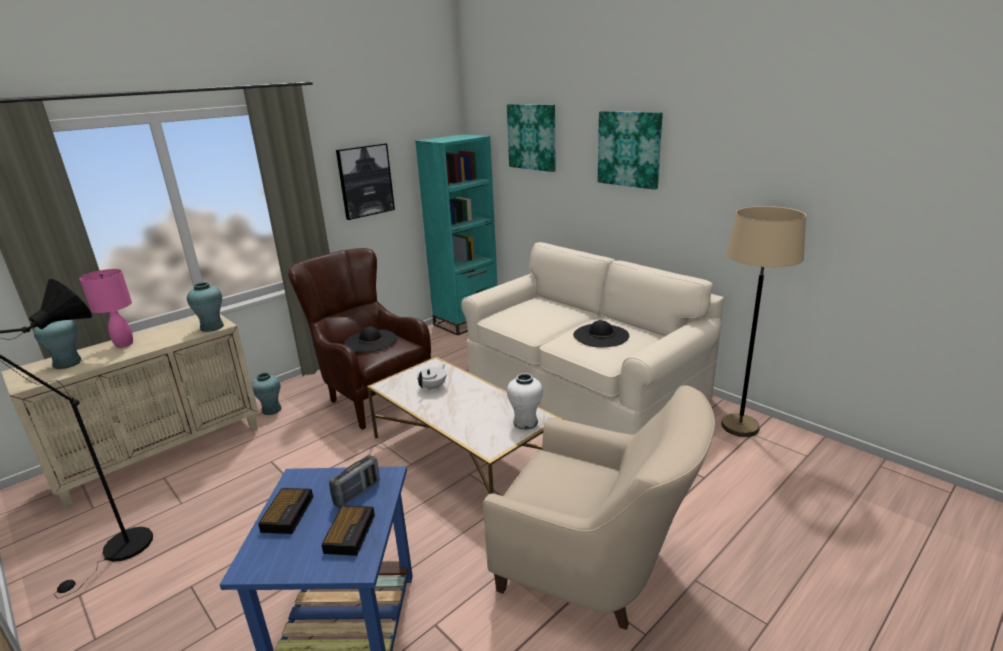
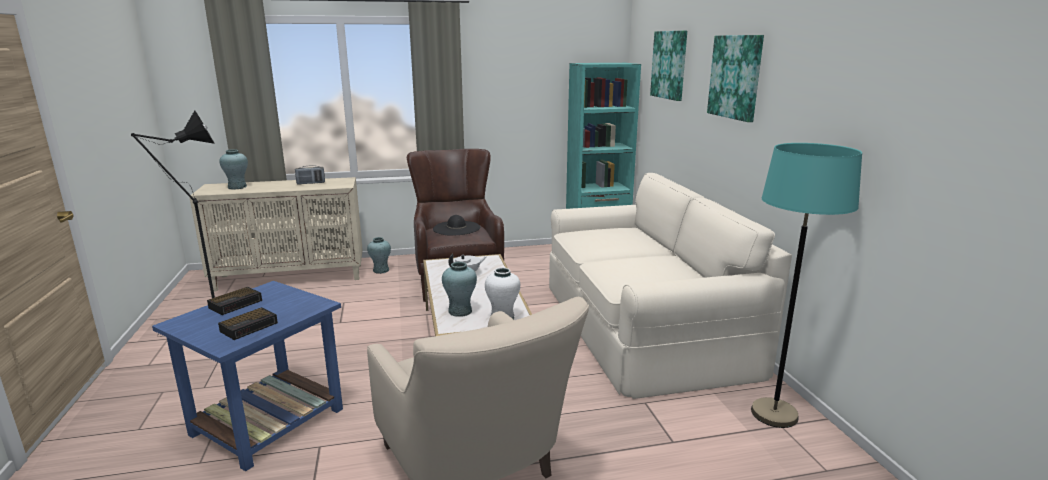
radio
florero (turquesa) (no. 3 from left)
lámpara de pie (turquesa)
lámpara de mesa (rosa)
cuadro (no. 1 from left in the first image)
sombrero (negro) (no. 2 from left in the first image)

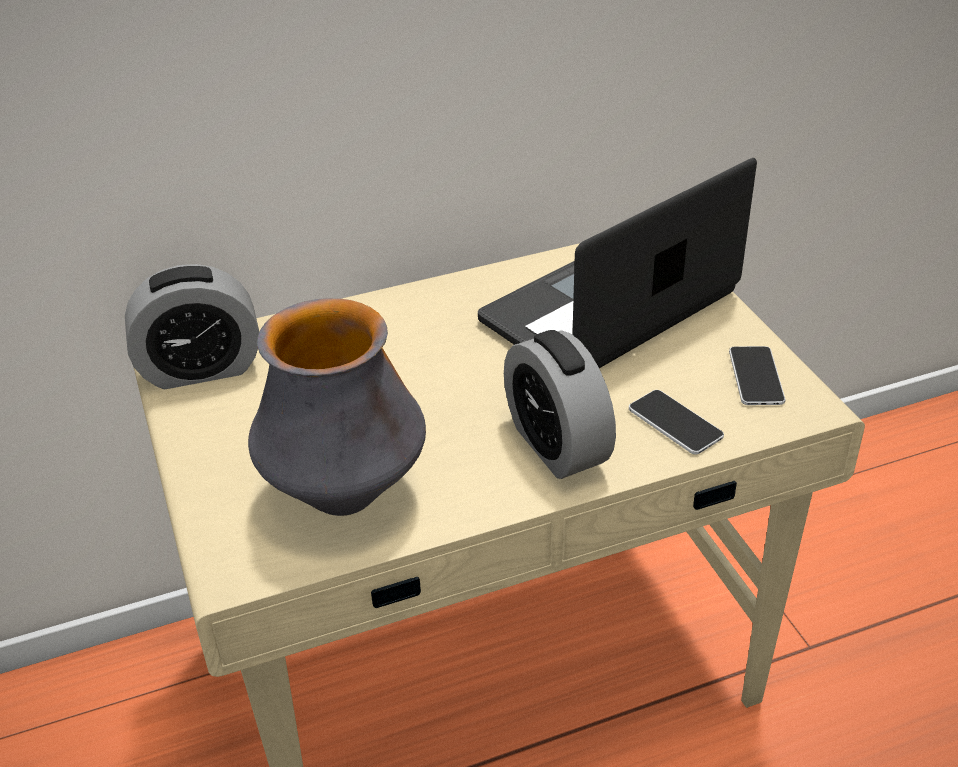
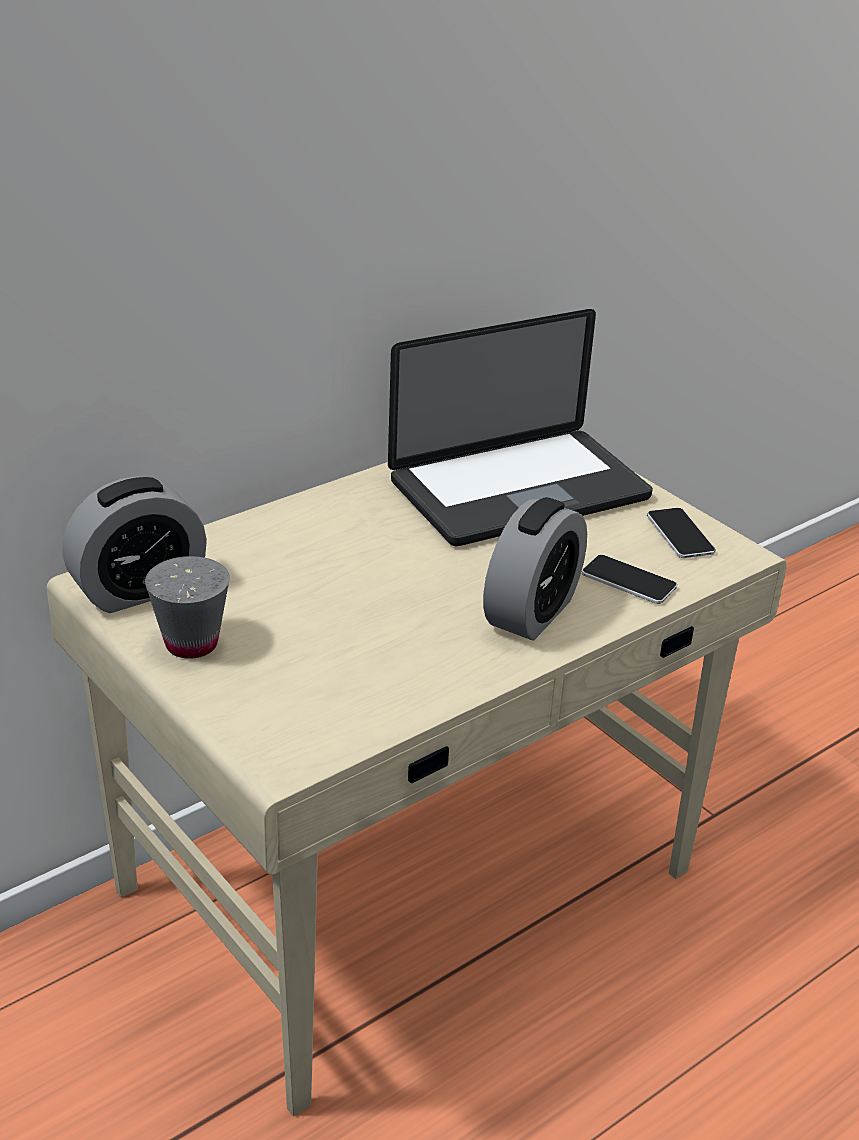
taza (gris)
portátil
despertador (no. 2 from left)
florero

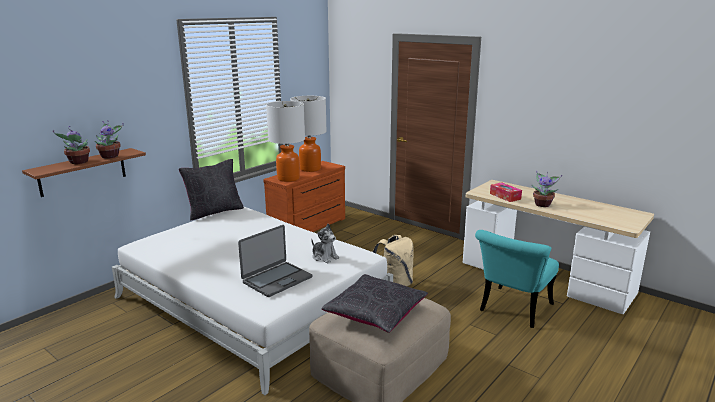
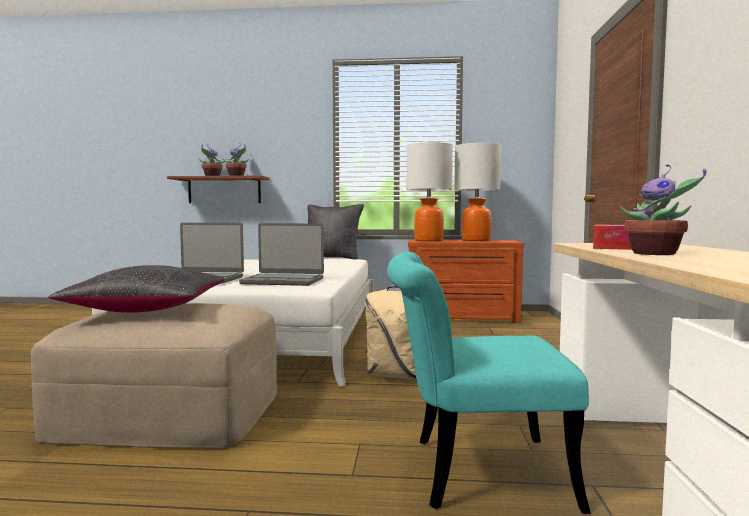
portátil (no. 2 from left)

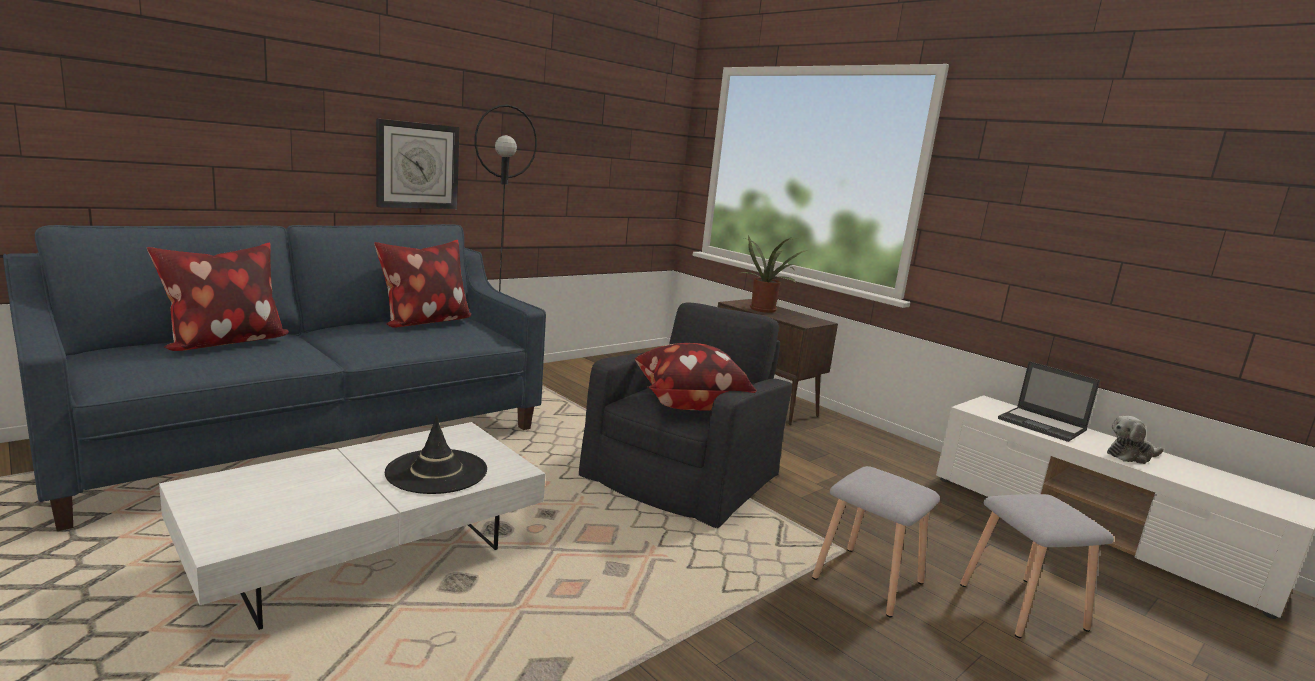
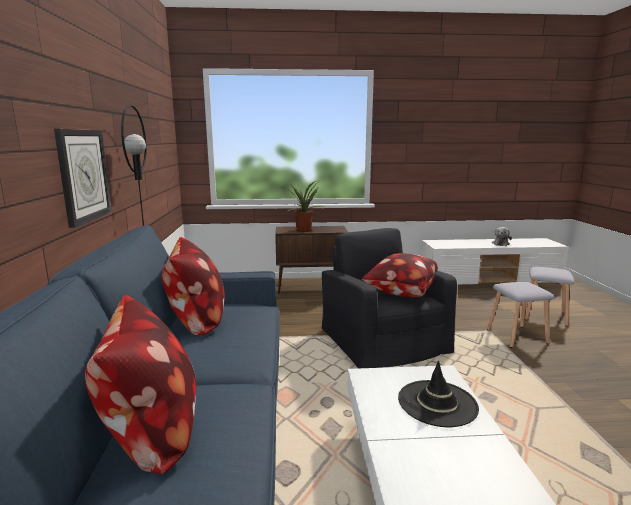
portátil

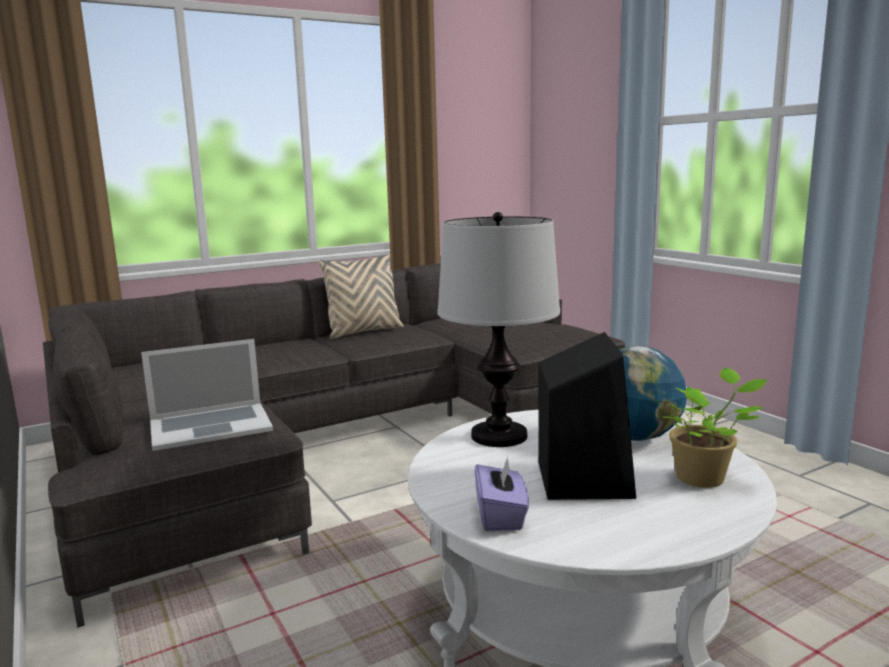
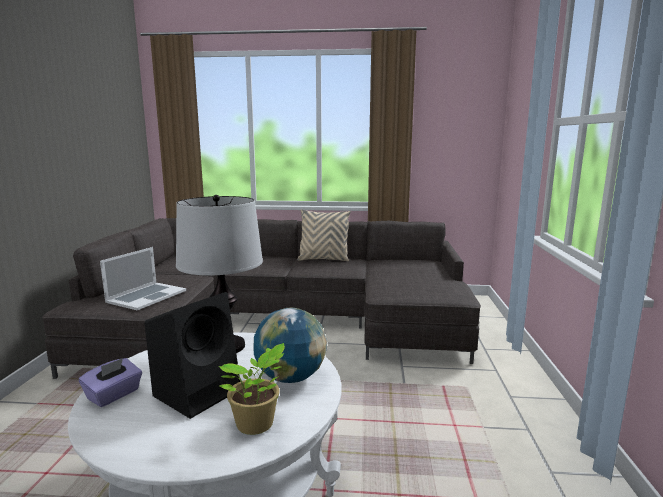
portátil

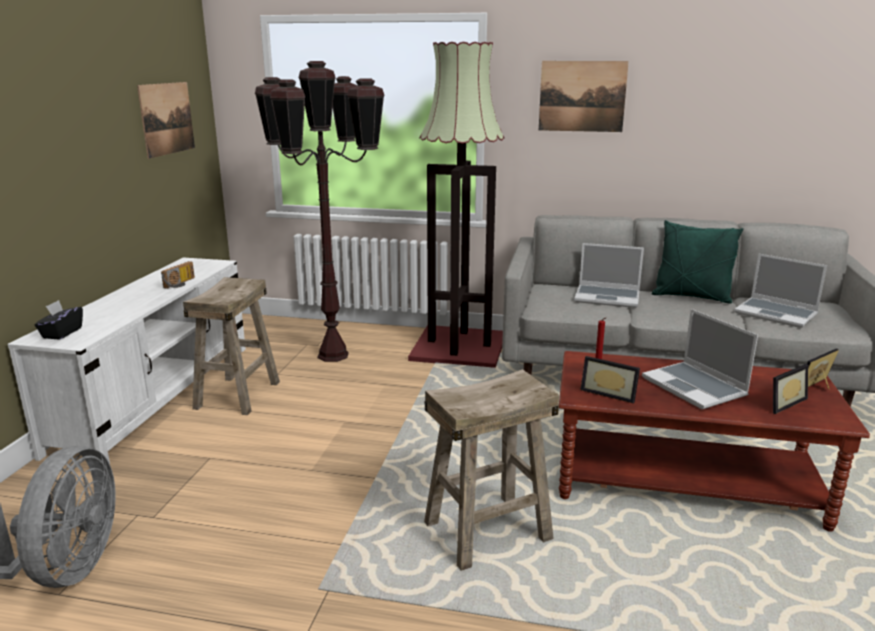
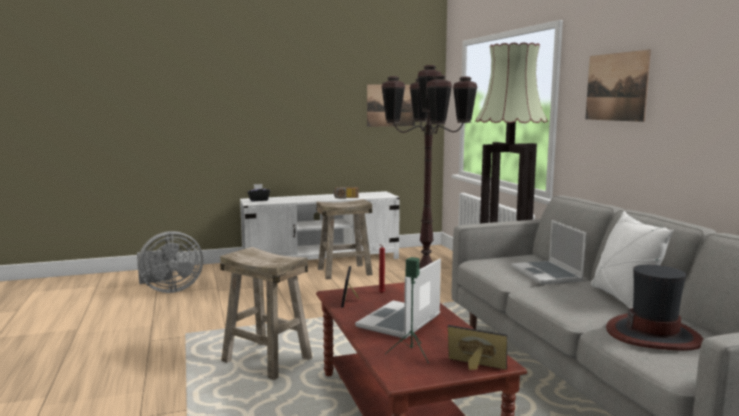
altavoz (verde)
cojín (blanco)
sombrero

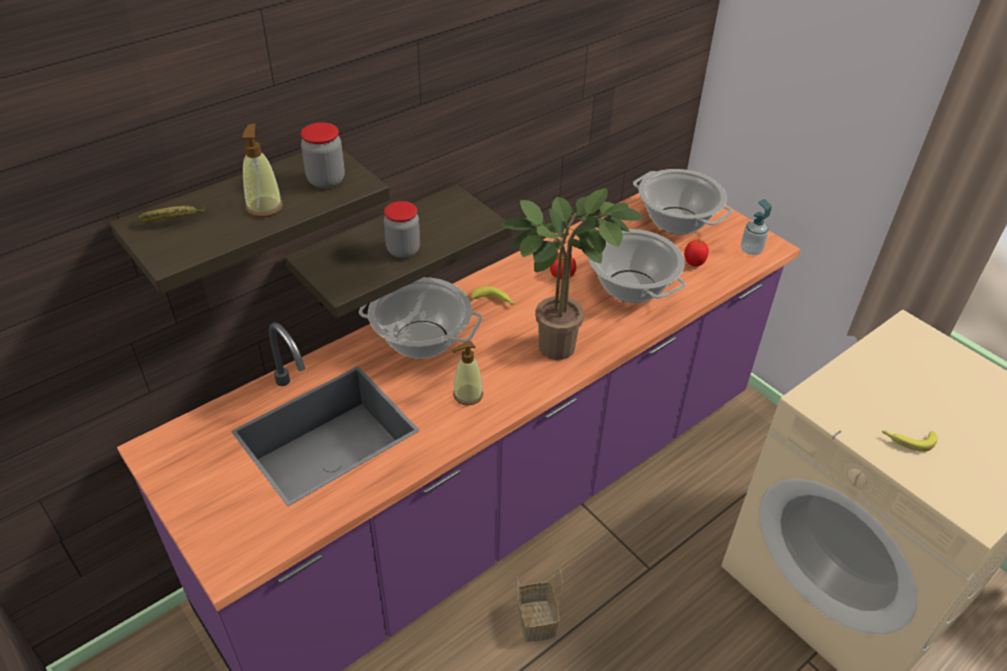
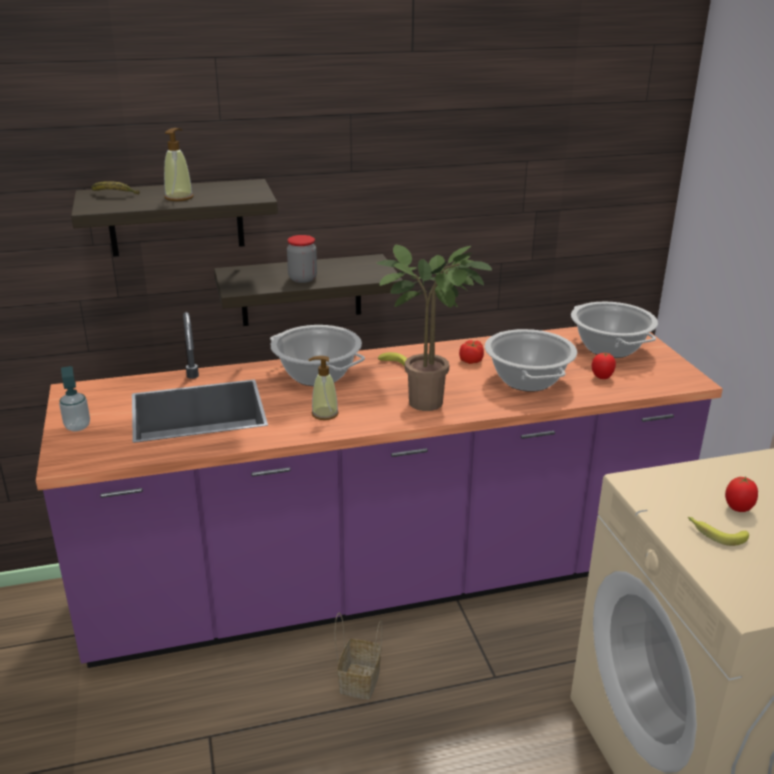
dispensador de jabón (no. 1 from left)
tomate (no. 3 from left)
tarro (no. 1 from left in the first image)

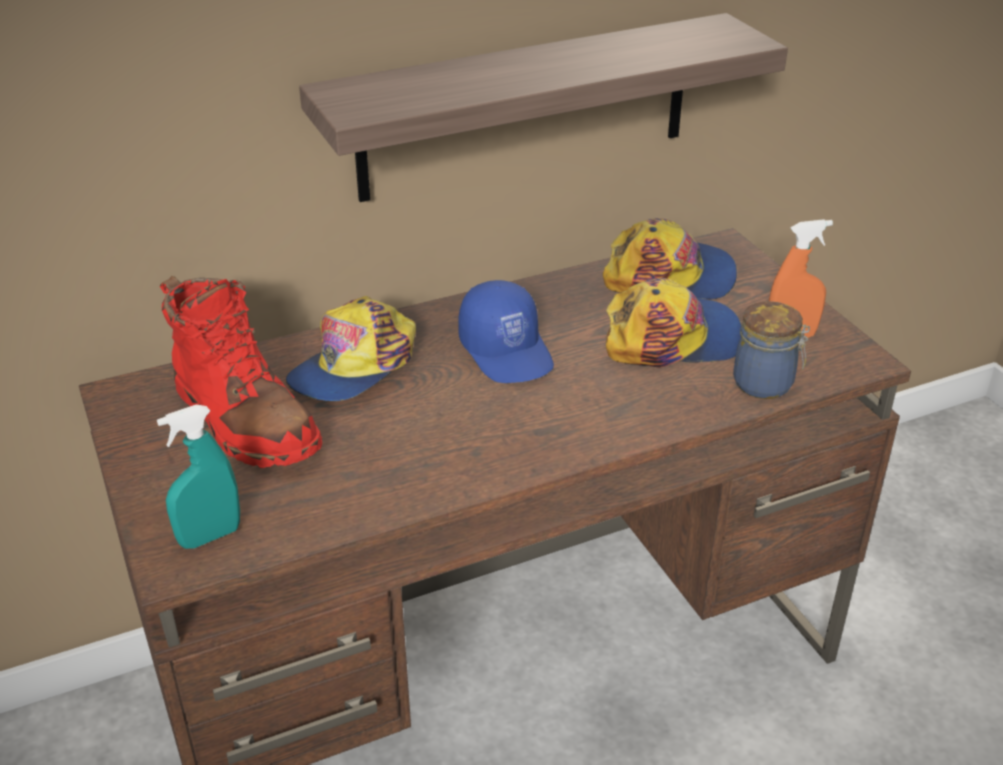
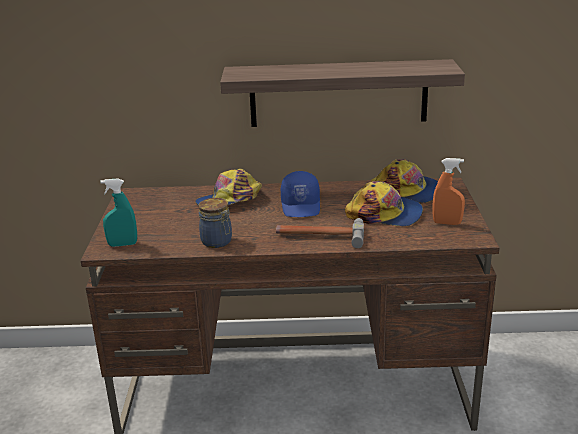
tarro
martillo
bota (rojo)

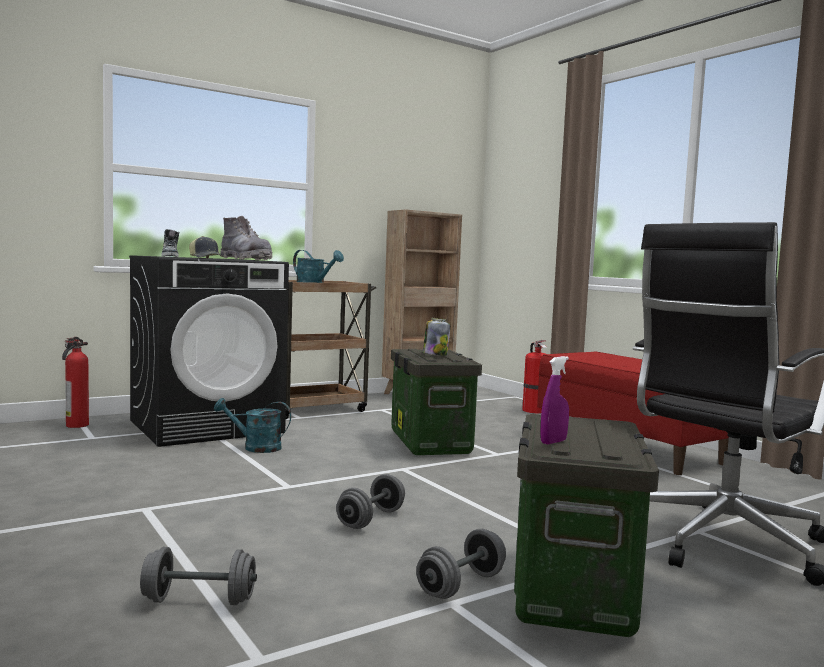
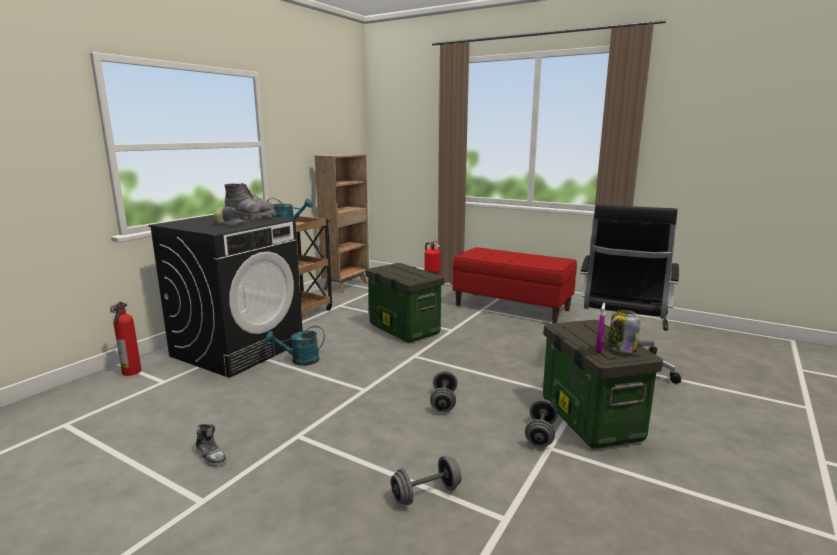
zapato
tarro

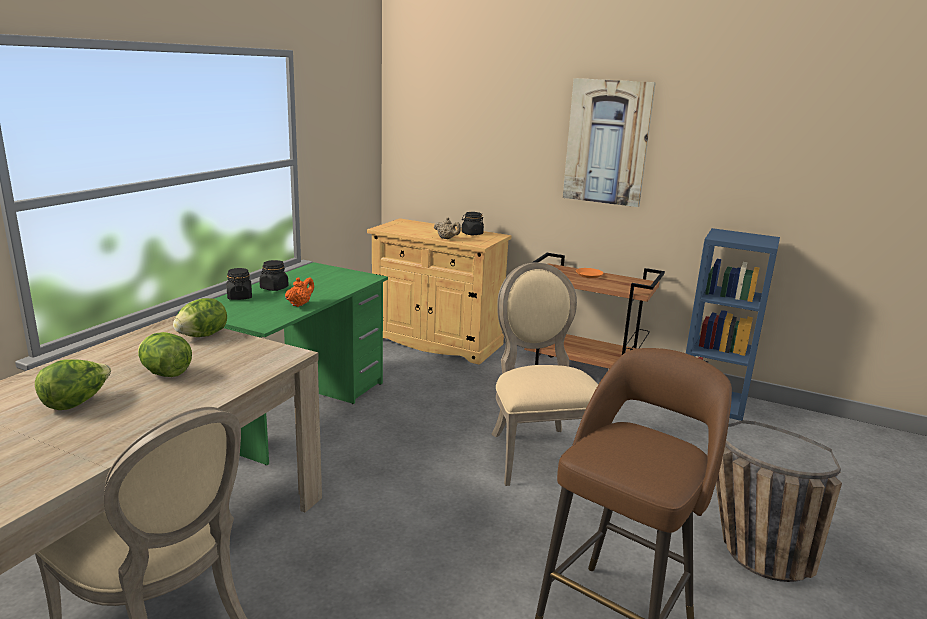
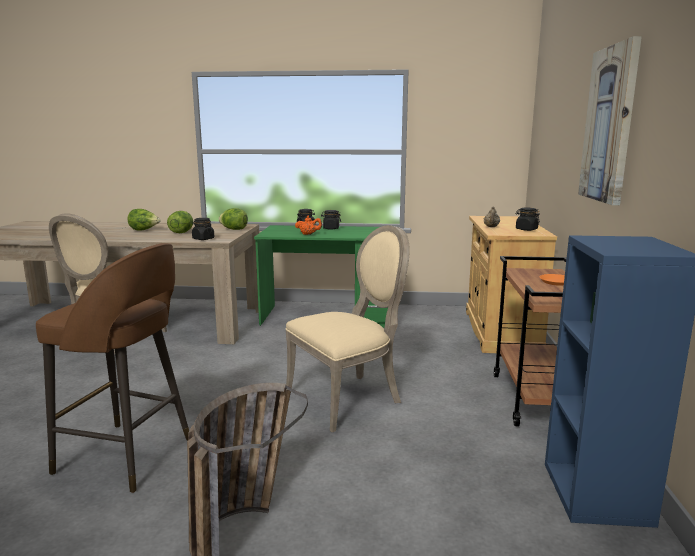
tarro (negro) (no. 1 from left)

